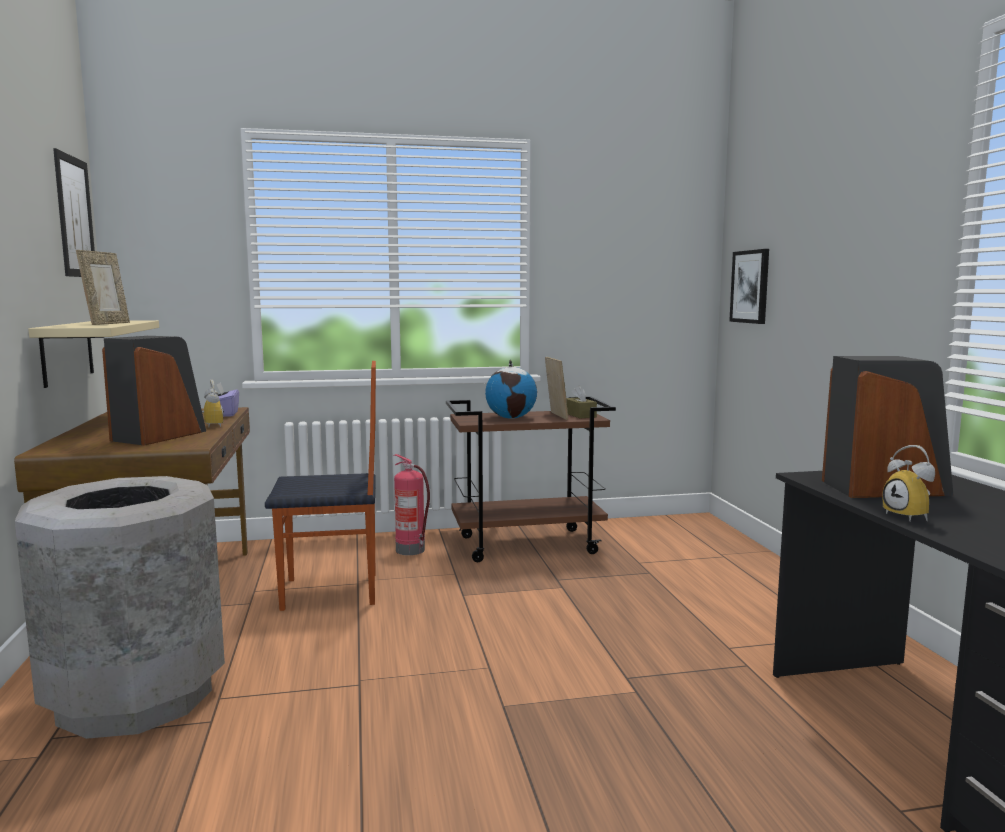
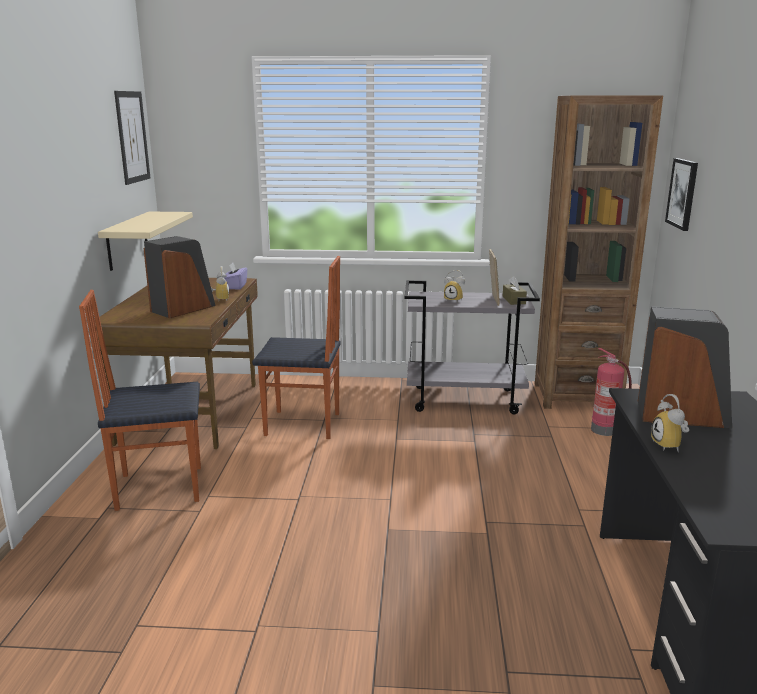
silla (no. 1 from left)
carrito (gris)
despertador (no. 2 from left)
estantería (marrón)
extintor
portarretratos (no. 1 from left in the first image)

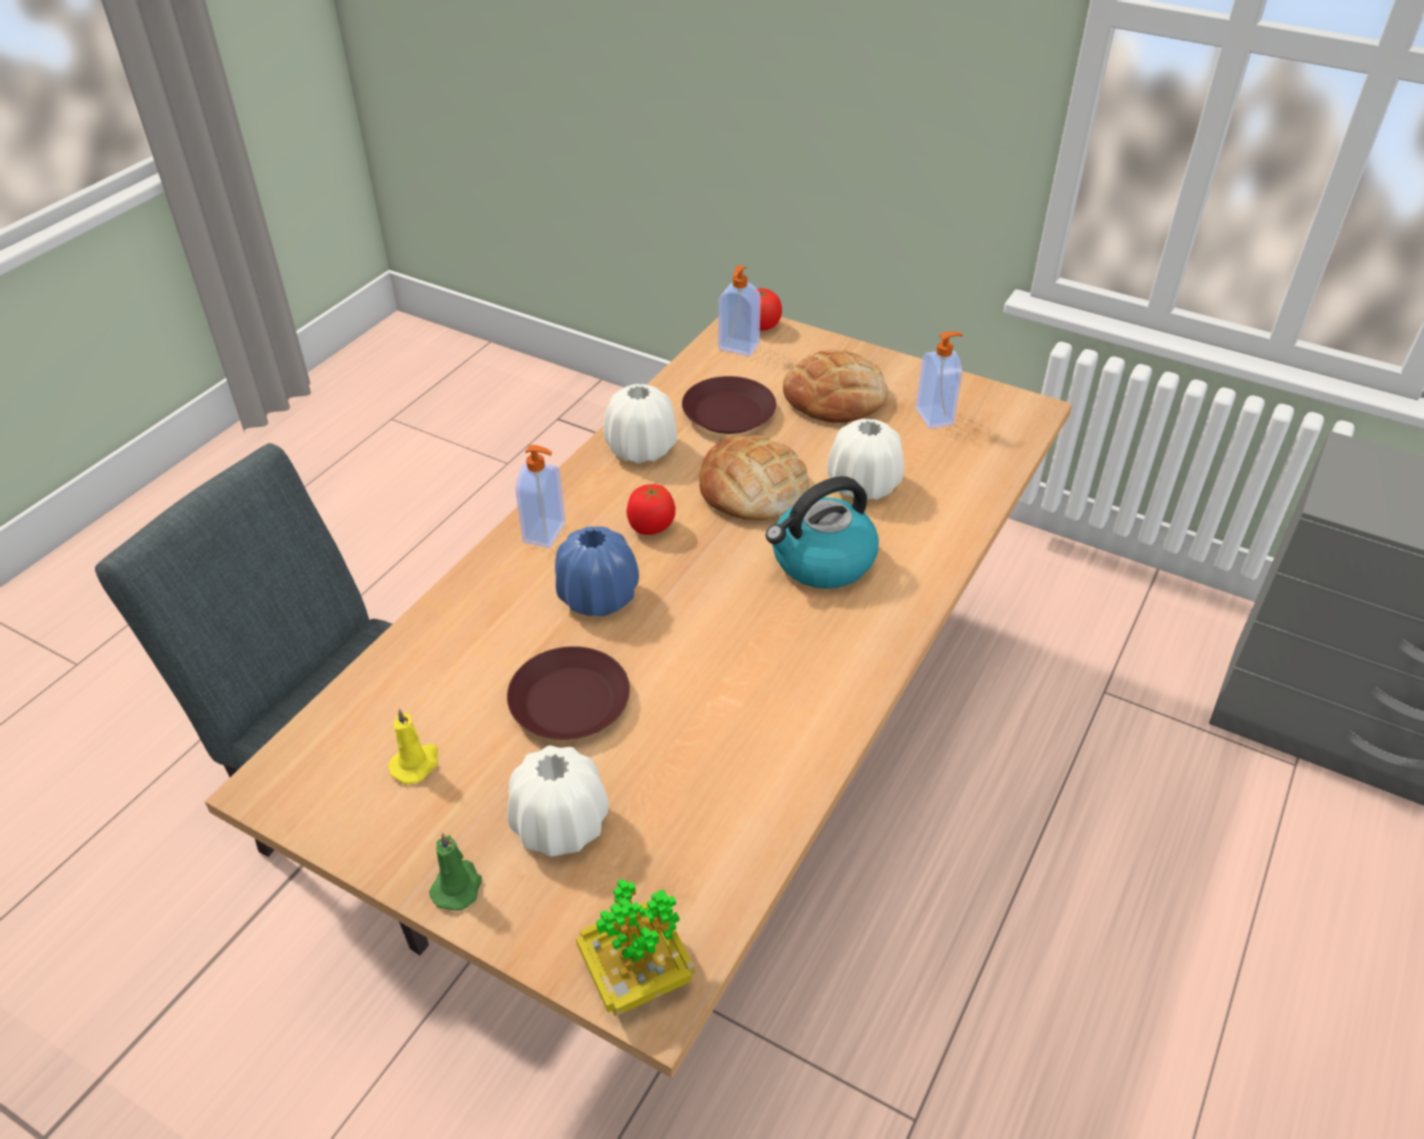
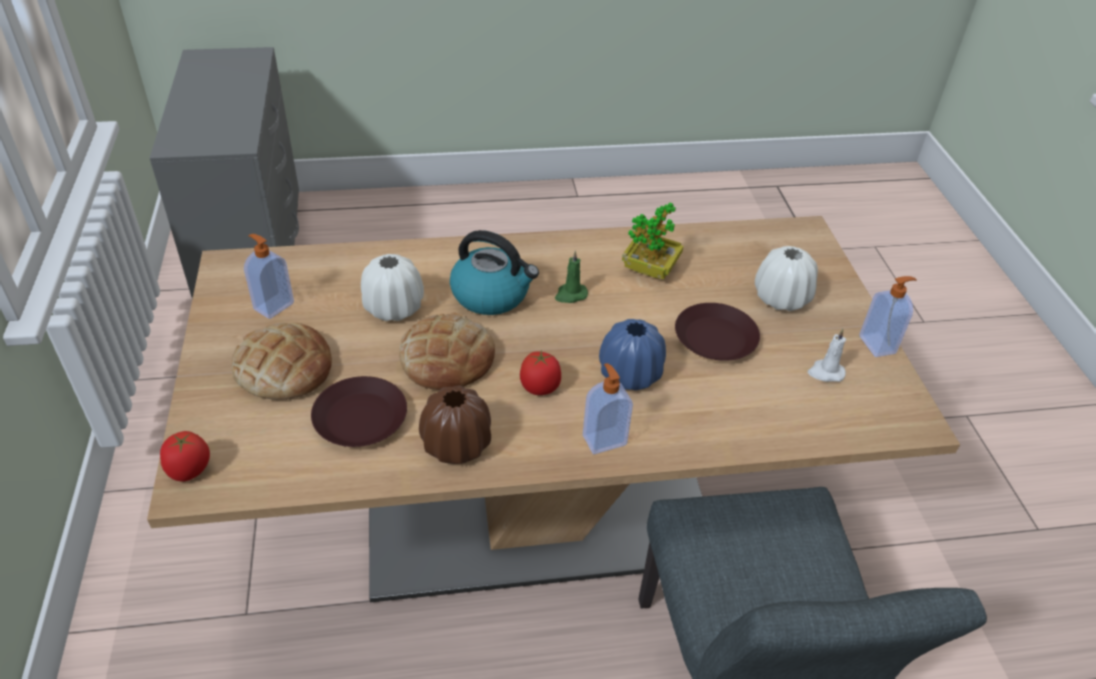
florero (marrón)
vela (verde)
planta en maceta
vela (blanco)
dispensador de jabón (no. 3 from left)

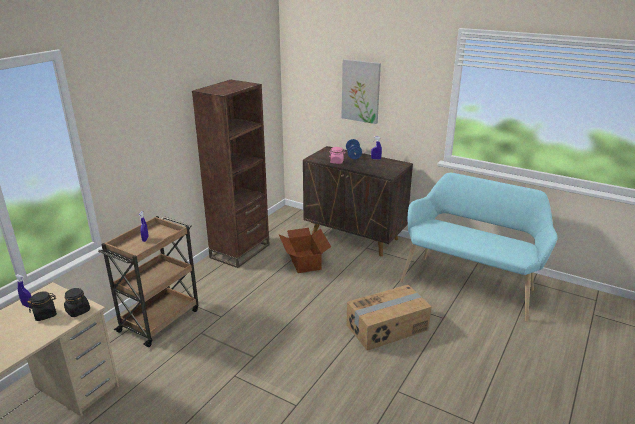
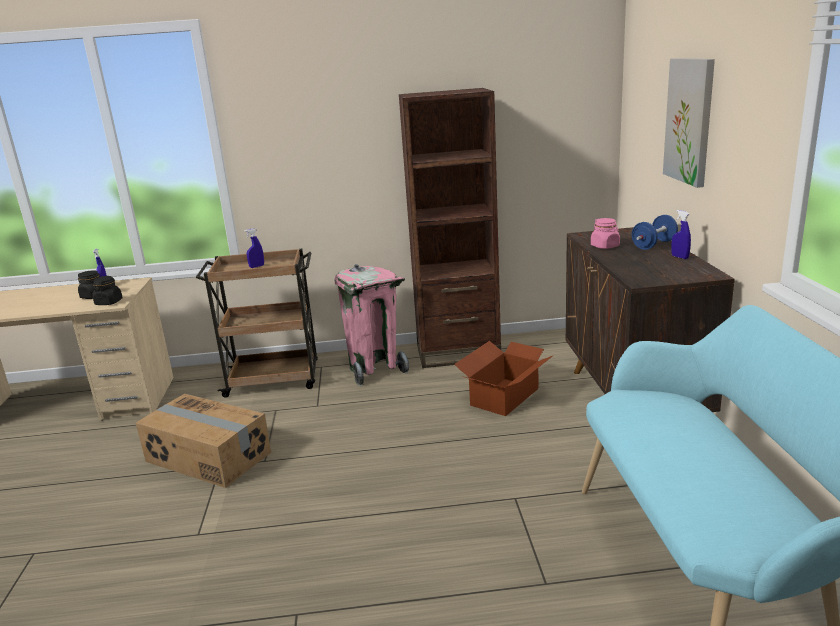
caja de cartón (no. 1 from left)
papelera (rosa)

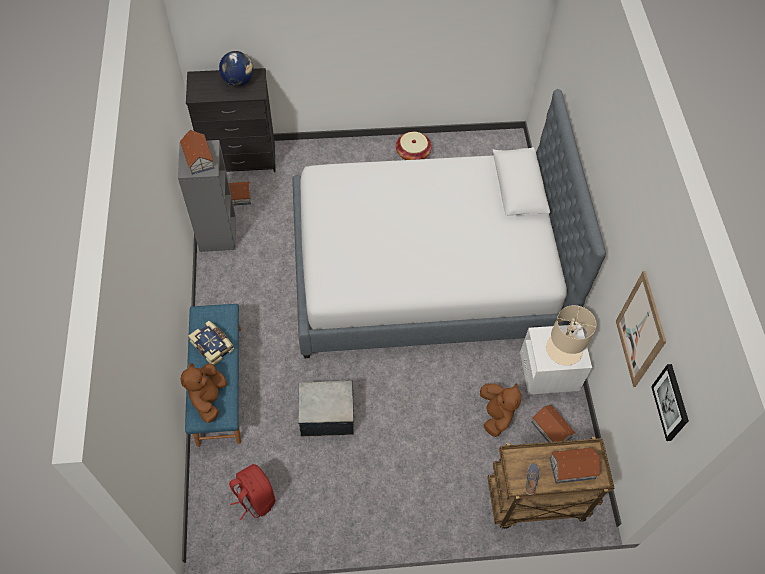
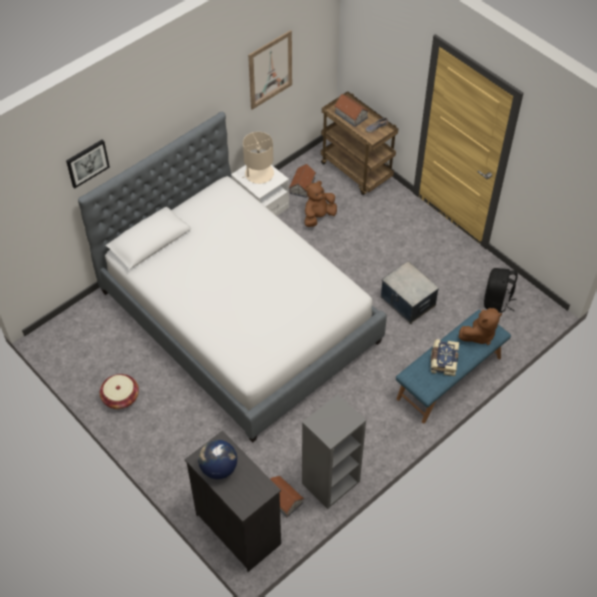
cuadro (no. 1 from left)
mochila (negro)
casita (no. 1 from left in the first image)

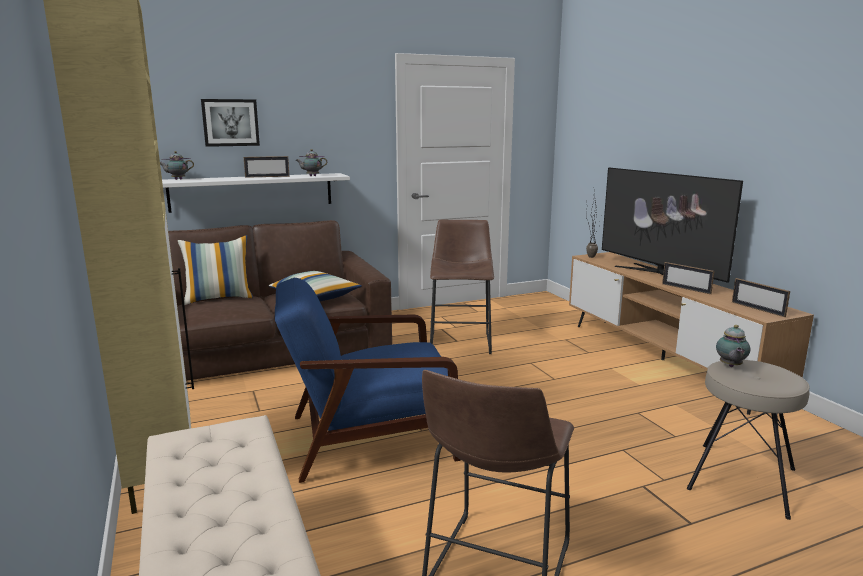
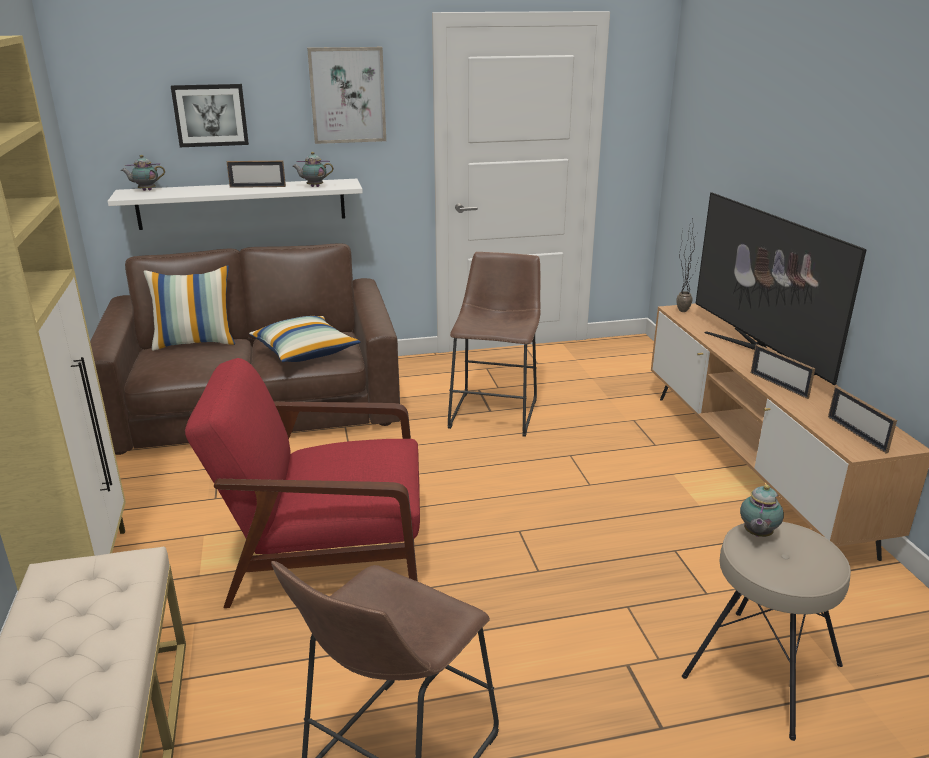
sillón (rojo)
cuadro (no. 2 from left)

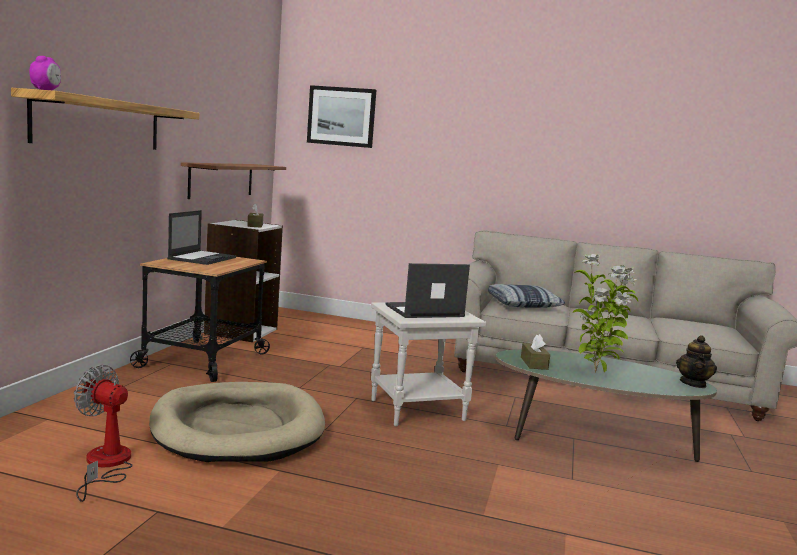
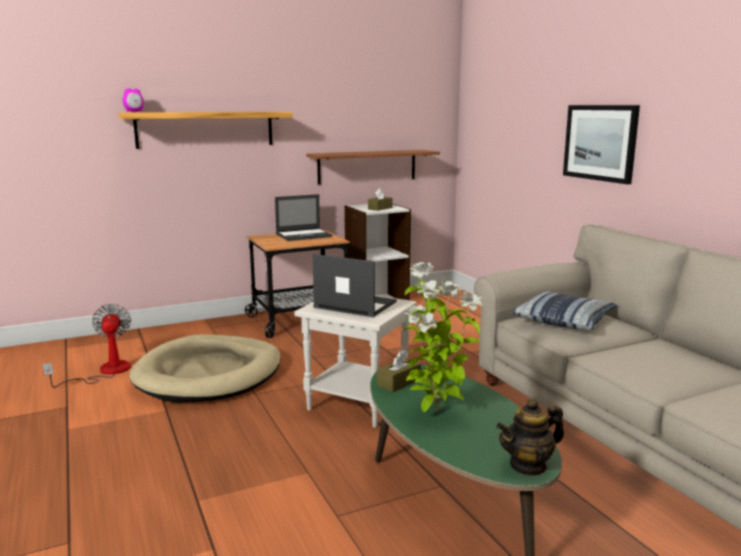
cuadro

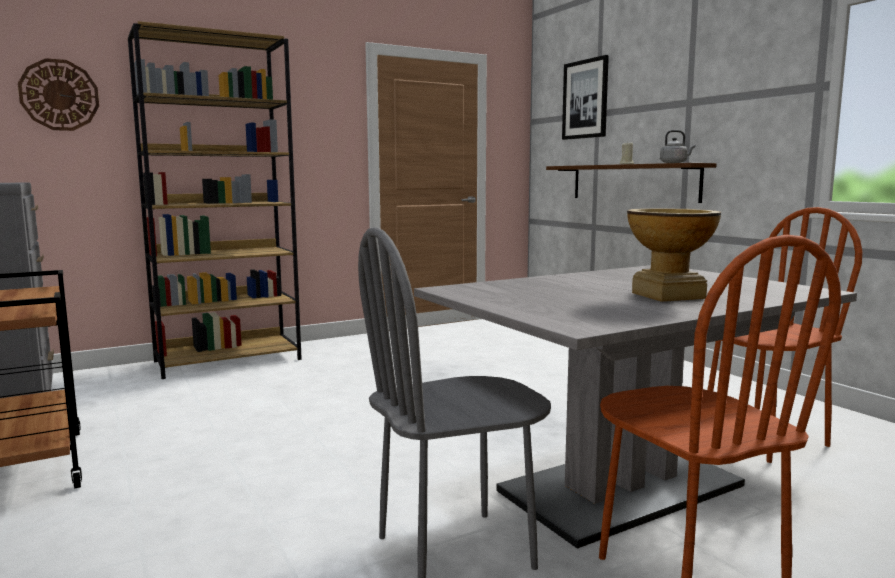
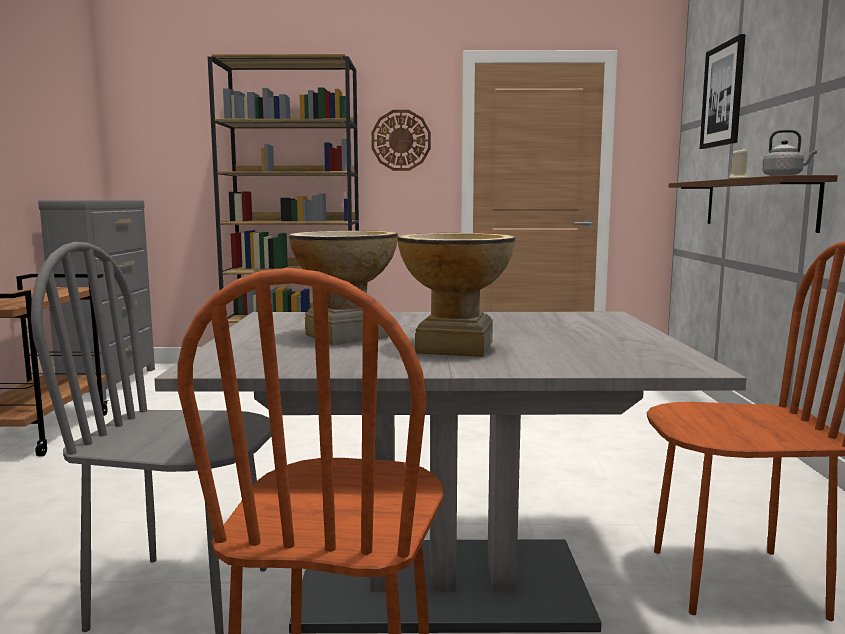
florero (no. 1 from left)
reloj de pared

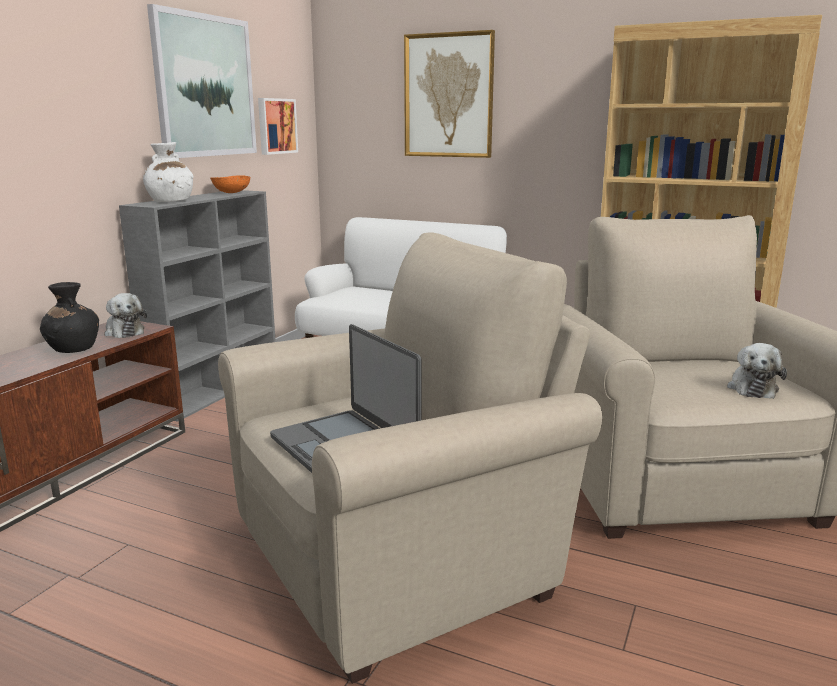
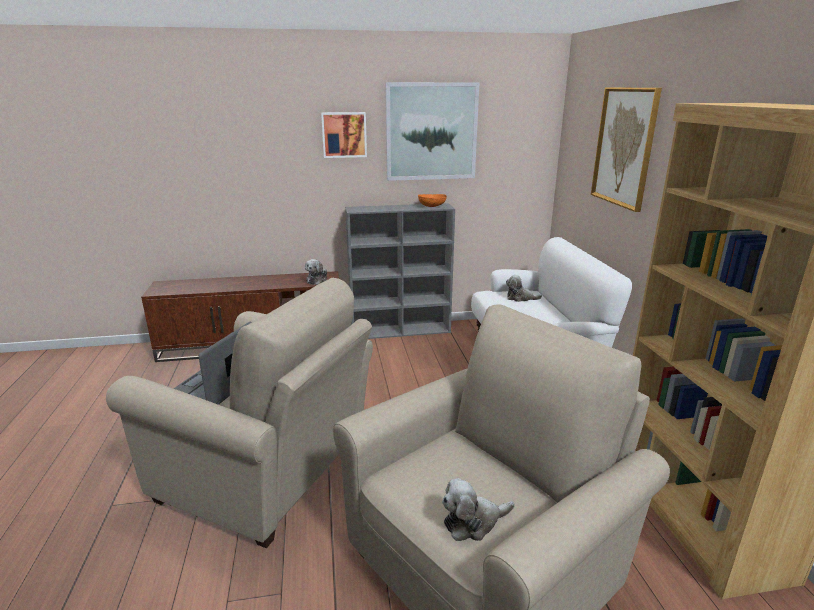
cuadro (no. 1 from left)
peluche (no. 3 from left)
florero (negro)
florero (blanco)

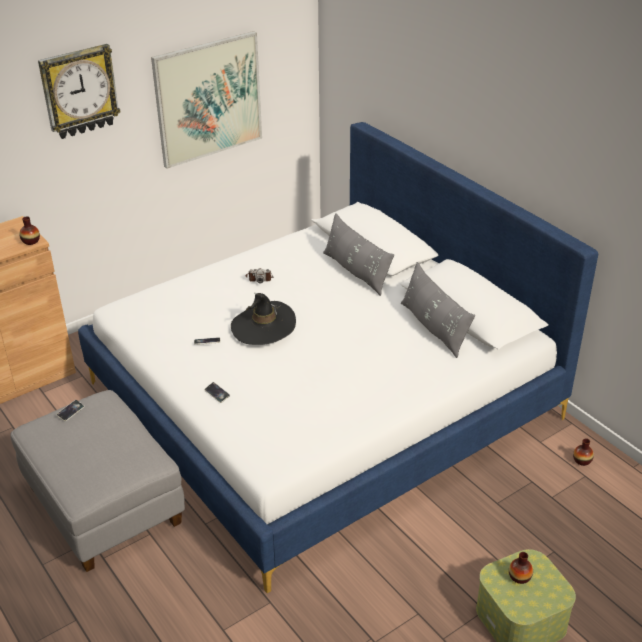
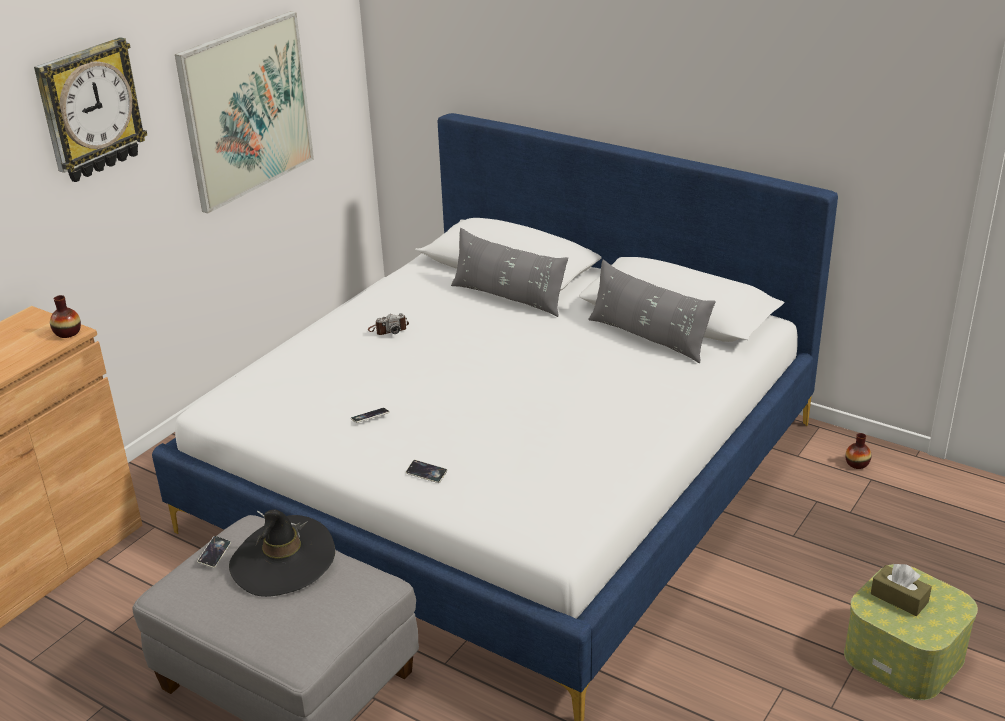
sombrero (negro)
caja de pañuelos (marrón)

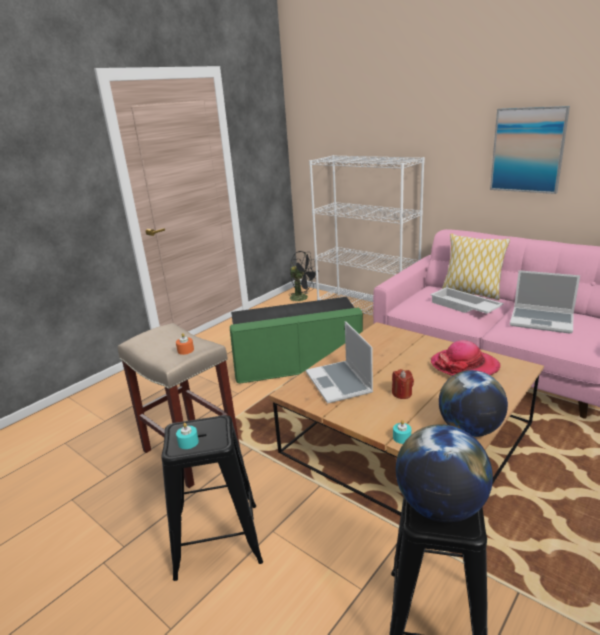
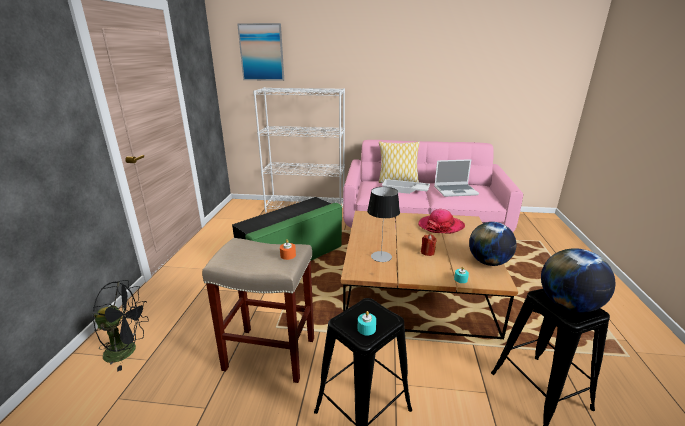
ventilador (negro)
cuadro
lámpara de mesa

